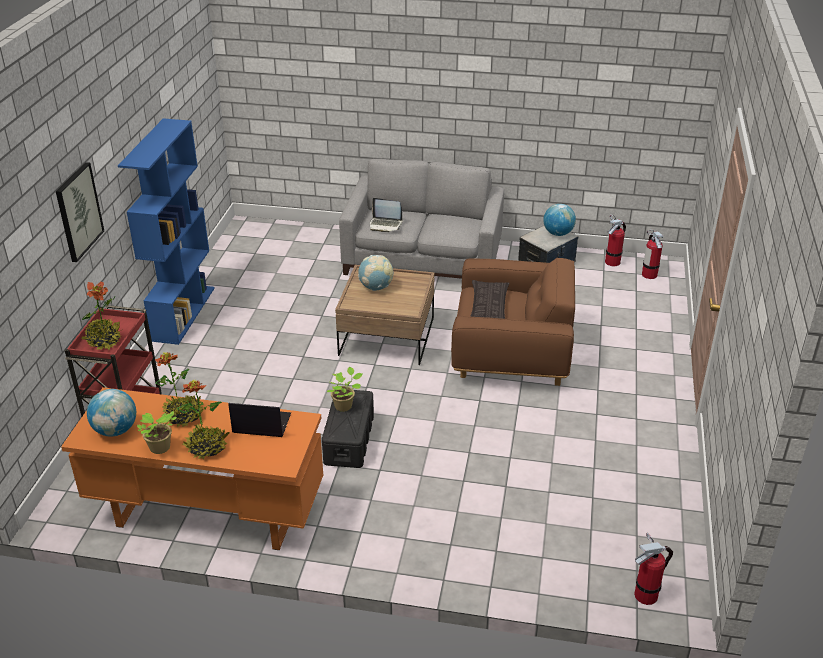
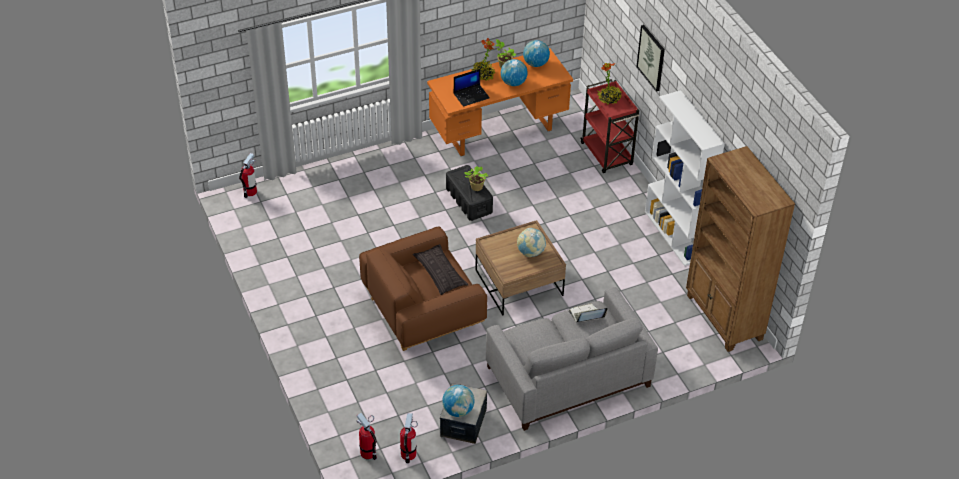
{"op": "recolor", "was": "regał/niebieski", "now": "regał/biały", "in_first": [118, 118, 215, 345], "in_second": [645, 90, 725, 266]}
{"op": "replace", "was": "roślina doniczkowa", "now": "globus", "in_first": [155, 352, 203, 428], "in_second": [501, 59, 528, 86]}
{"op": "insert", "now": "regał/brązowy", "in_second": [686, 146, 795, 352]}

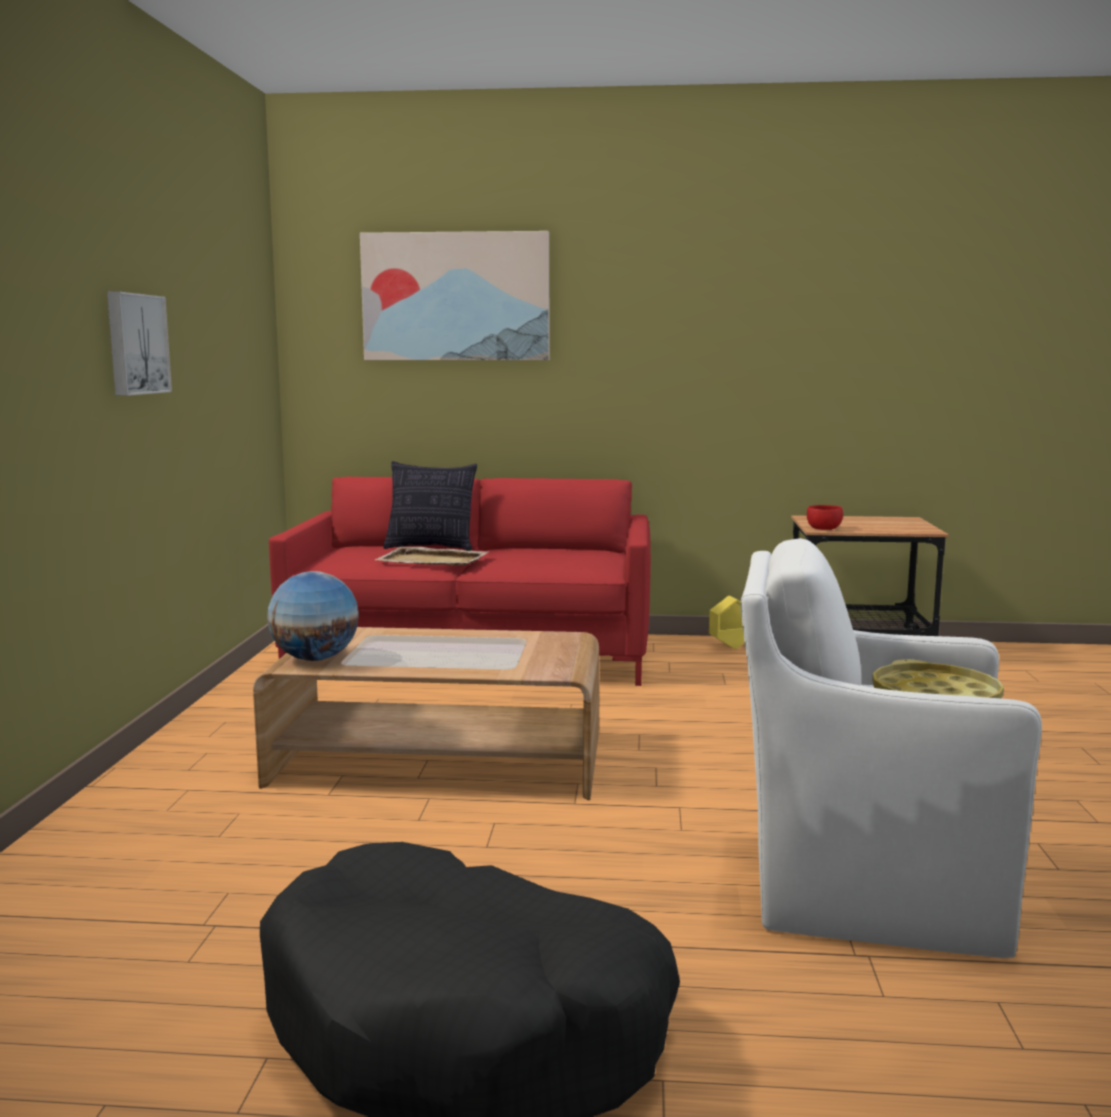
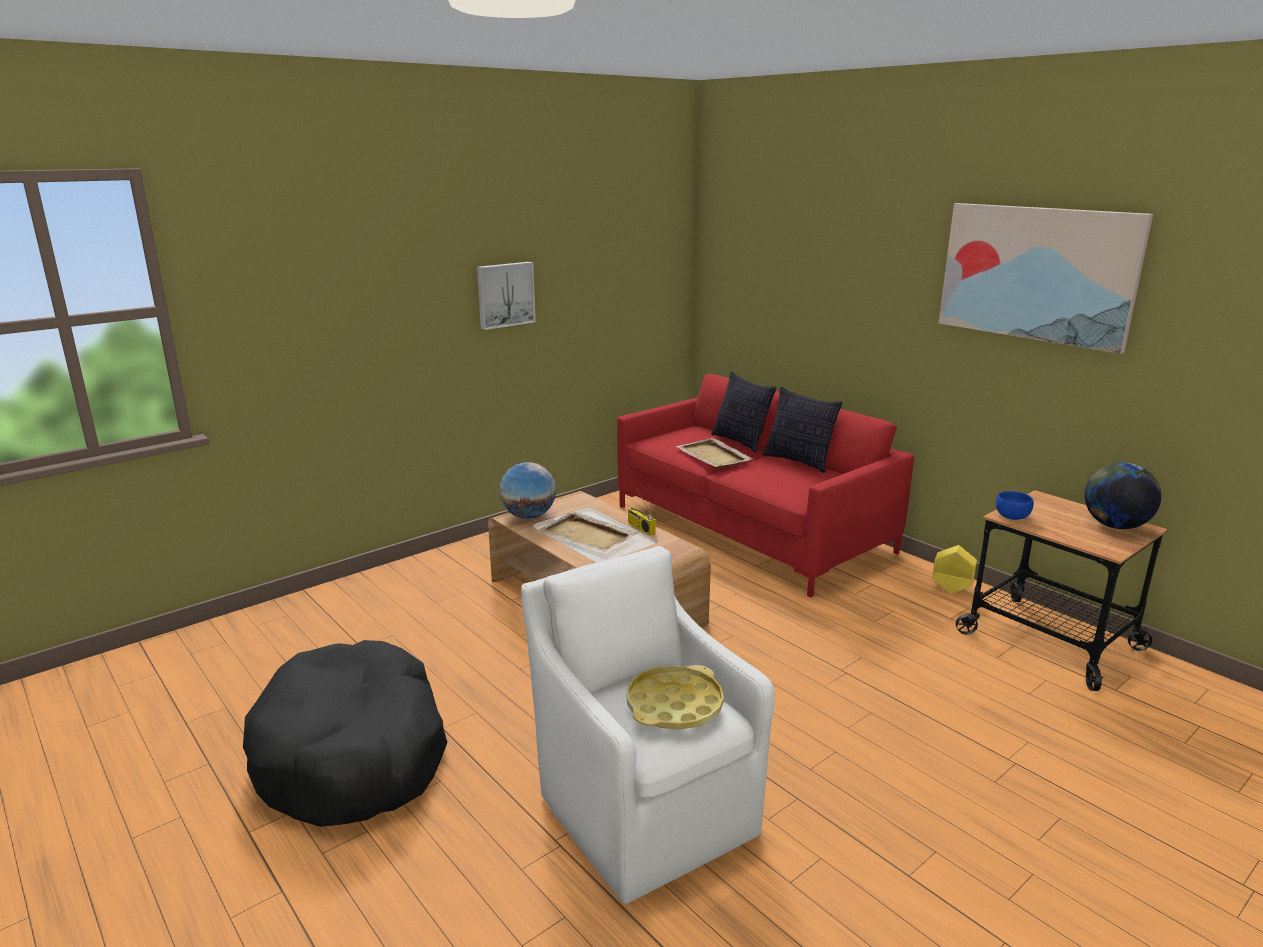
{"op": "move", "was": "obraz", "in_first": [360, 231, 549, 360], "in_second": [939, 203, 1153, 354]}
{"op": "recolor", "was": "miska/czerwony", "now": "miska/niebieski", "in_first": [807, 505, 843, 530], "in_second": [996, 491, 1034, 520]}
{"op": "insert", "now": "taca/beżowy", "in_second": [537, 512, 638, 552]}
{"op": "insert", "now": "radio", "in_second": [628, 488, 656, 535]}
{"op": "insert", "now": "poduszka", "in_second": [763, 387, 843, 473]}
{"op": "insert", "now": "globus", "in_second": [1084, 463, 1161, 529]}

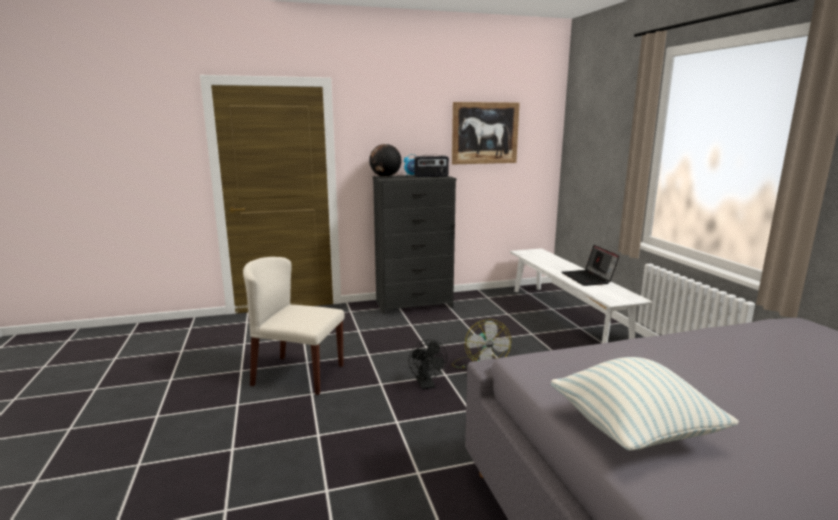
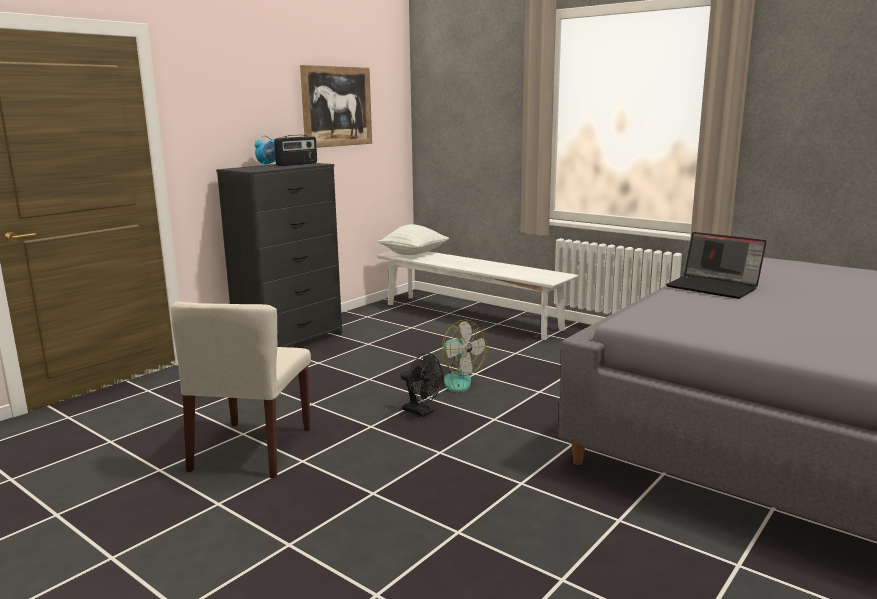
{"op": "rotate", "was": "krzesło/beżowy", "in_first": [243, 257, 345, 395], "in_second": [171, 302, 311, 478], "clockwise": -60}
{"op": "delete", "was": "globus", "in_first": [369, 144, 401, 177]}
{"op": "move", "was": "poduszka", "in_first": [551, 357, 739, 451], "in_second": [378, 224, 449, 255]}
{"op": "move", "was": "laptop", "in_first": [562, 245, 619, 286], "in_second": [666, 232, 767, 299]}

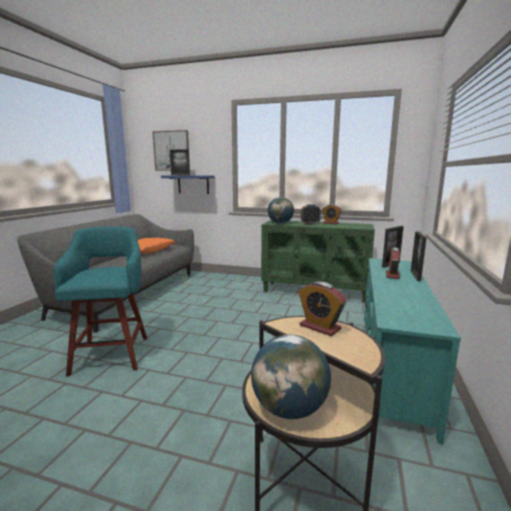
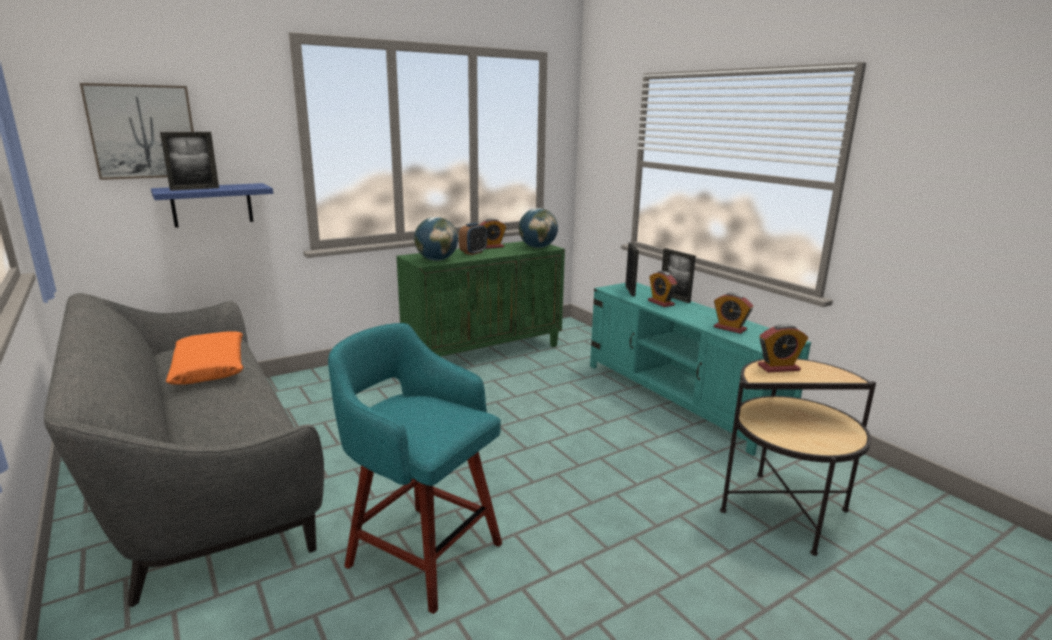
{"op": "move", "was": "globus", "in_first": [251, 334, 331, 419], "in_second": [519, 208, 558, 248]}
{"op": "insert", "now": "budzik", "in_second": [714, 293, 753, 334]}

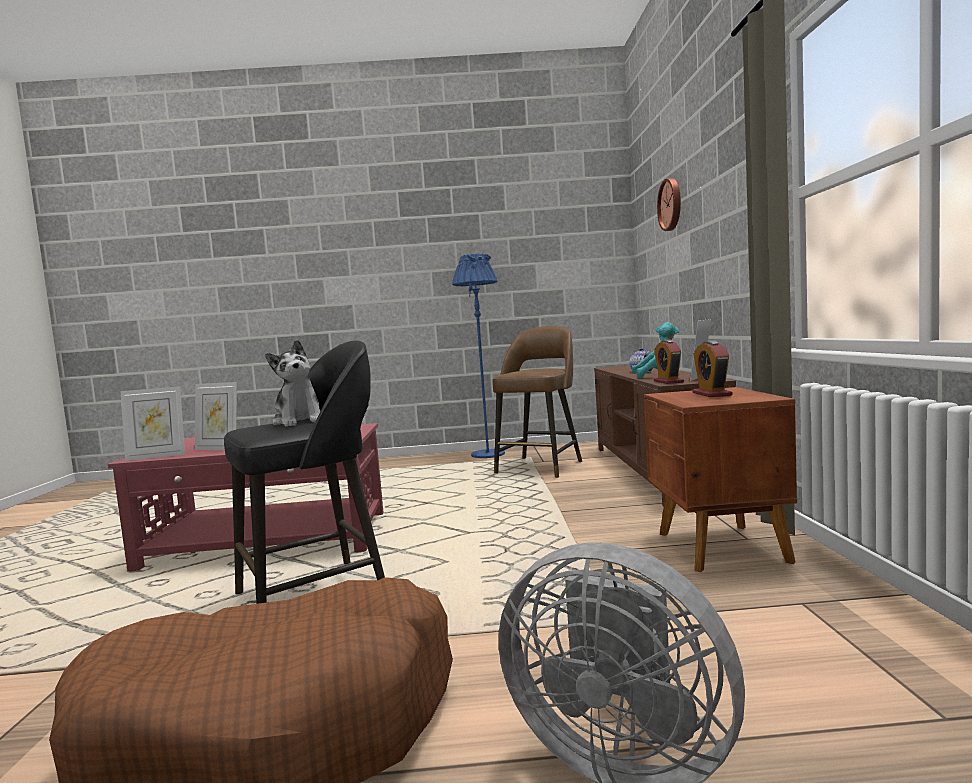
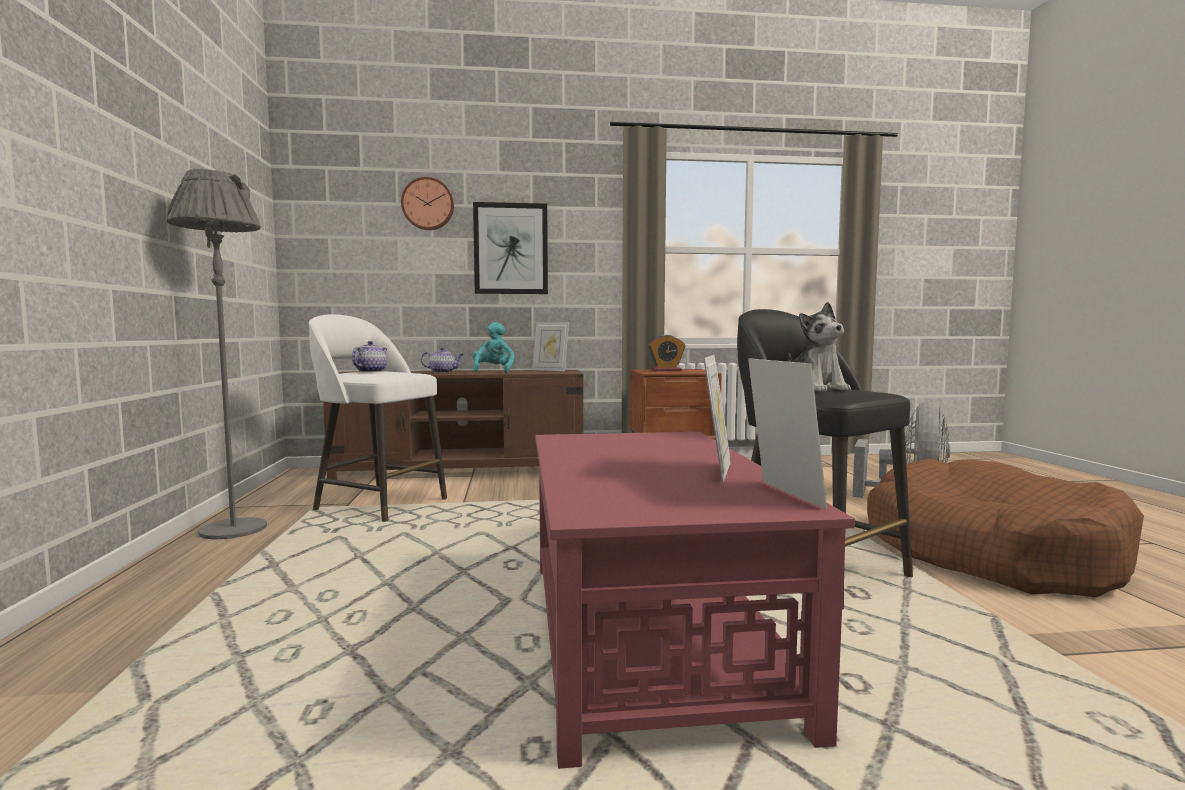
{"op": "rotate", "was": "pluszak", "in_first": [265, 340, 320, 427], "in_second": [789, 302, 851, 391], "clockwise": 105}
{"op": "recolor", "was": "lampa stojąca/niebieski", "now": "lampa stojąca/szary", "in_first": [452, 254, 505, 458], "in_second": [166, 169, 267, 540]}
{"op": "recolor", "was": "stołek/brązowy", "now": "stołek/biały", "in_first": [492, 326, 582, 478], "in_second": [309, 314, 447, 522]}
{"op": "delete", "was": "budzik", "in_first": [654, 339, 684, 384]}
{"op": "insert", "now": "imbryk", "in_second": [352, 341, 388, 372]}
{"op": "insert", "now": "obraz", "in_second": [473, 202, 548, 294]}

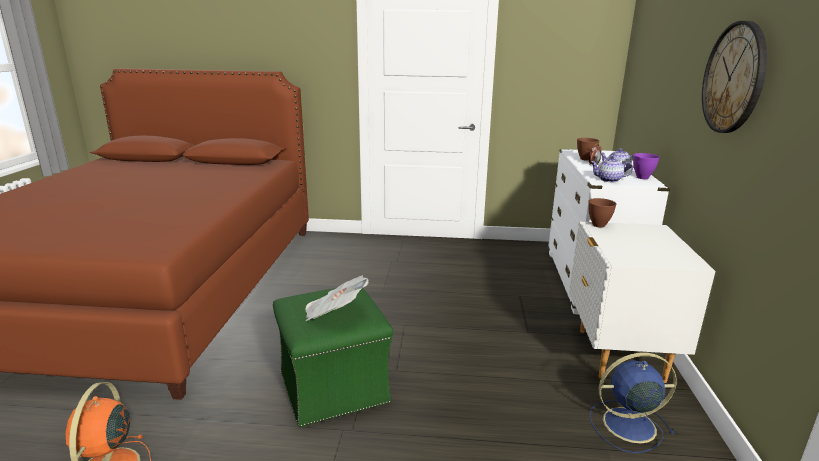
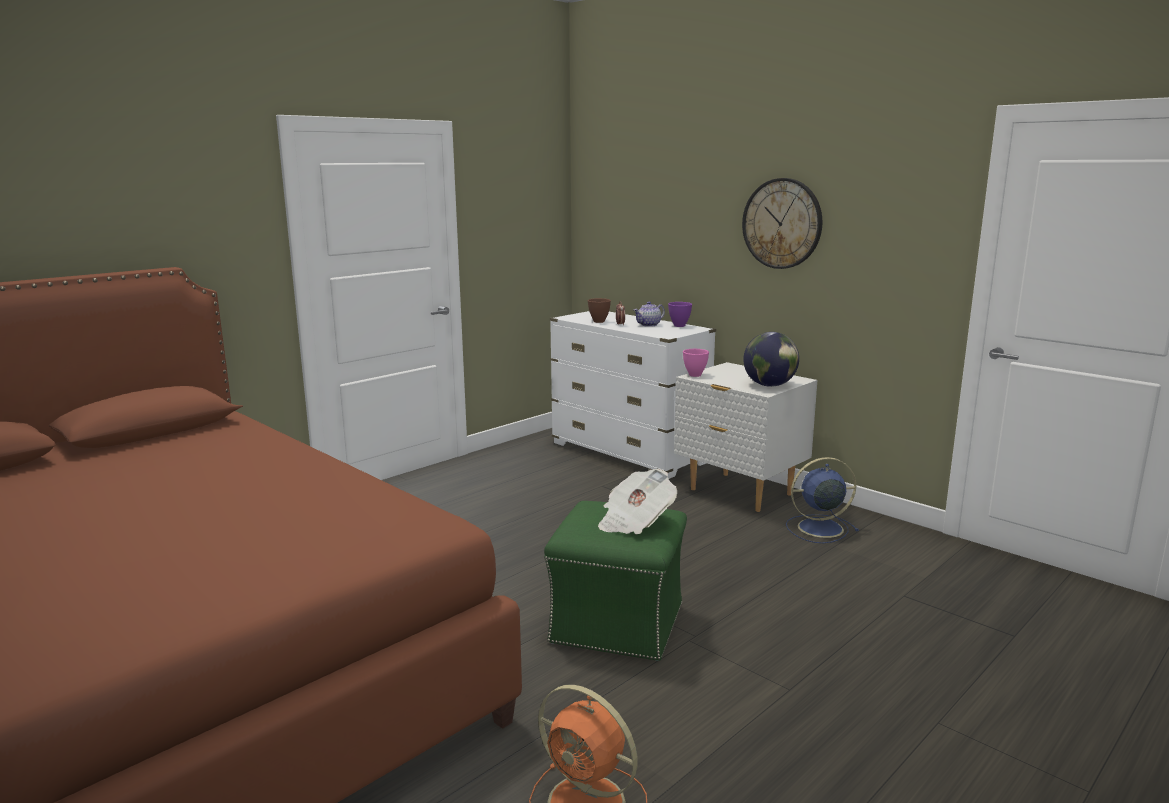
{"op": "recolor", "was": "miska/brązowy", "now": "miska/różowy", "in_first": [588, 198, 616, 228], "in_second": [683, 349, 709, 377]}
{"op": "rotate", "was": "wentylator/niebieski", "in_first": [589, 353, 677, 453], "in_second": [786, 457, 859, 543], "clockwise": 45}
{"op": "delete", "was": "imbryk", "in_first": [591, 156, 633, 182]}
{"op": "insert", "now": "globus", "in_second": [743, 332, 799, 387]}

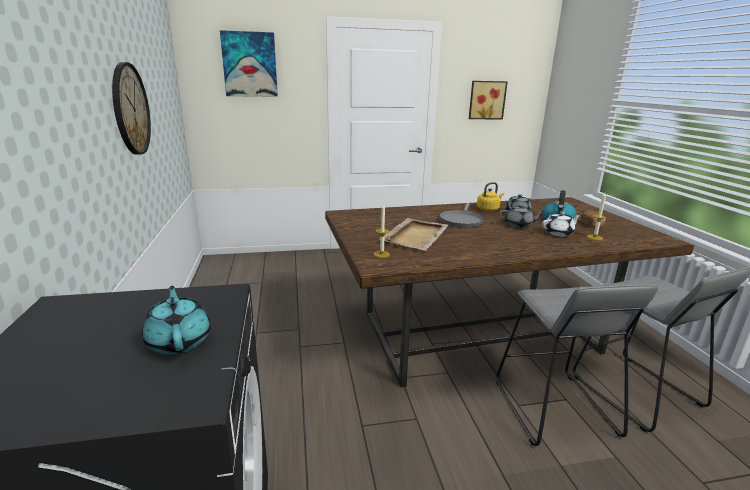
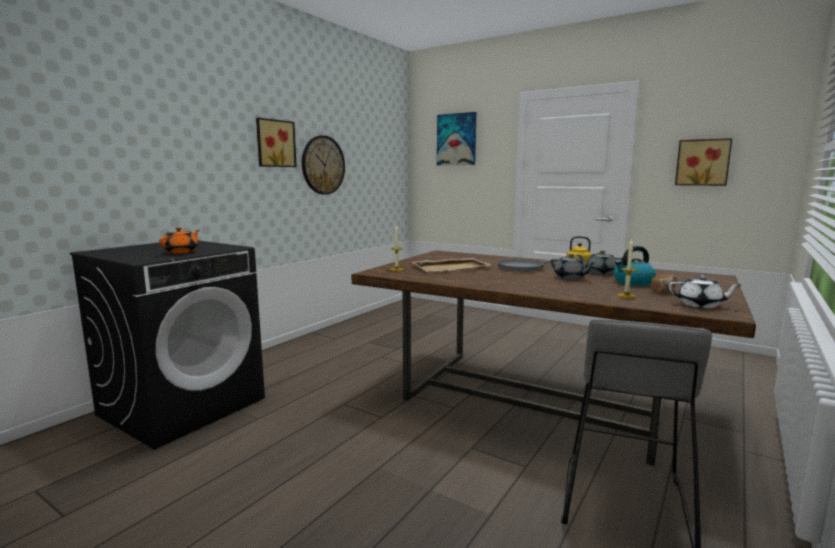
{"op": "recolor", "was": "imbryk/turkusowy", "now": "imbryk/pomarańczowy", "in_first": [142, 286, 211, 355], "in_second": [159, 227, 200, 254]}
{"op": "delete", "was": "stołek/szary", "in_first": [496, 283, 658, 446]}
{"op": "move", "was": "imbryk/biały", "in_first": [542, 212, 580, 237], "in_second": [669, 275, 741, 308]}
{"op": "insert", "now": "obraz", "in_second": [256, 118, 297, 167]}

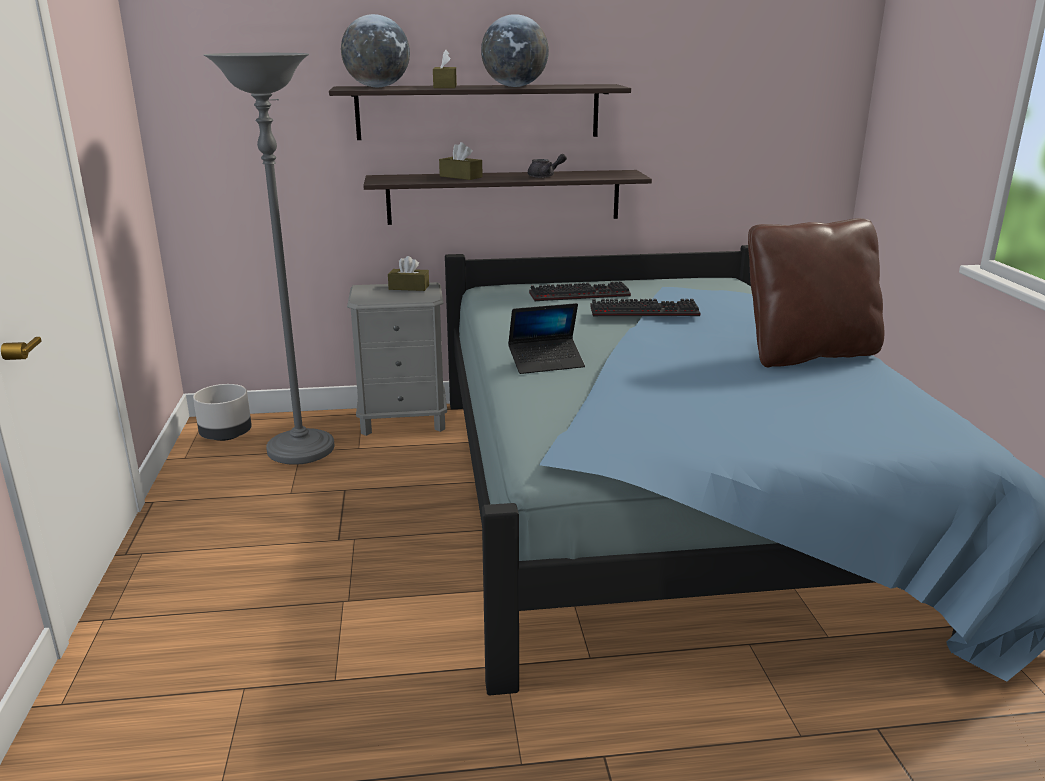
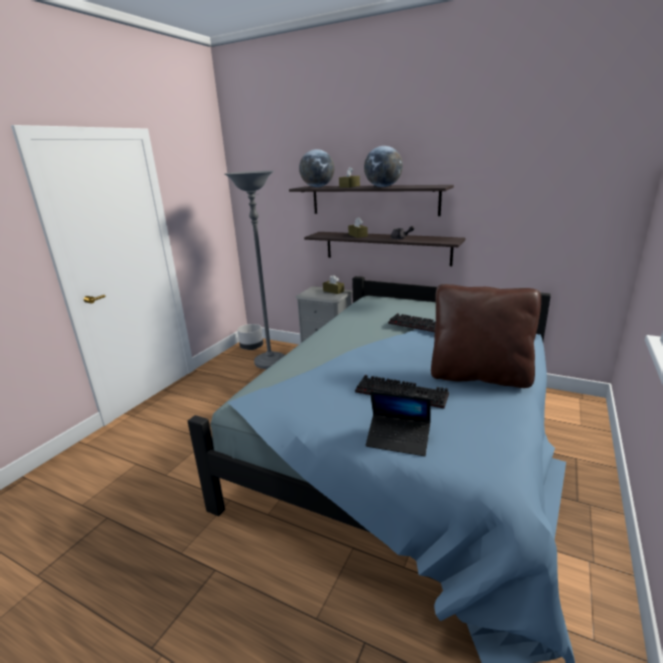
{"op": "move", "was": "laptop", "in_first": [508, 303, 585, 374], "in_second": [366, 391, 431, 456]}
{"op": "move", "was": "klawiatura", "in_first": [529, 281, 631, 301], "in_second": [355, 375, 449, 409]}

